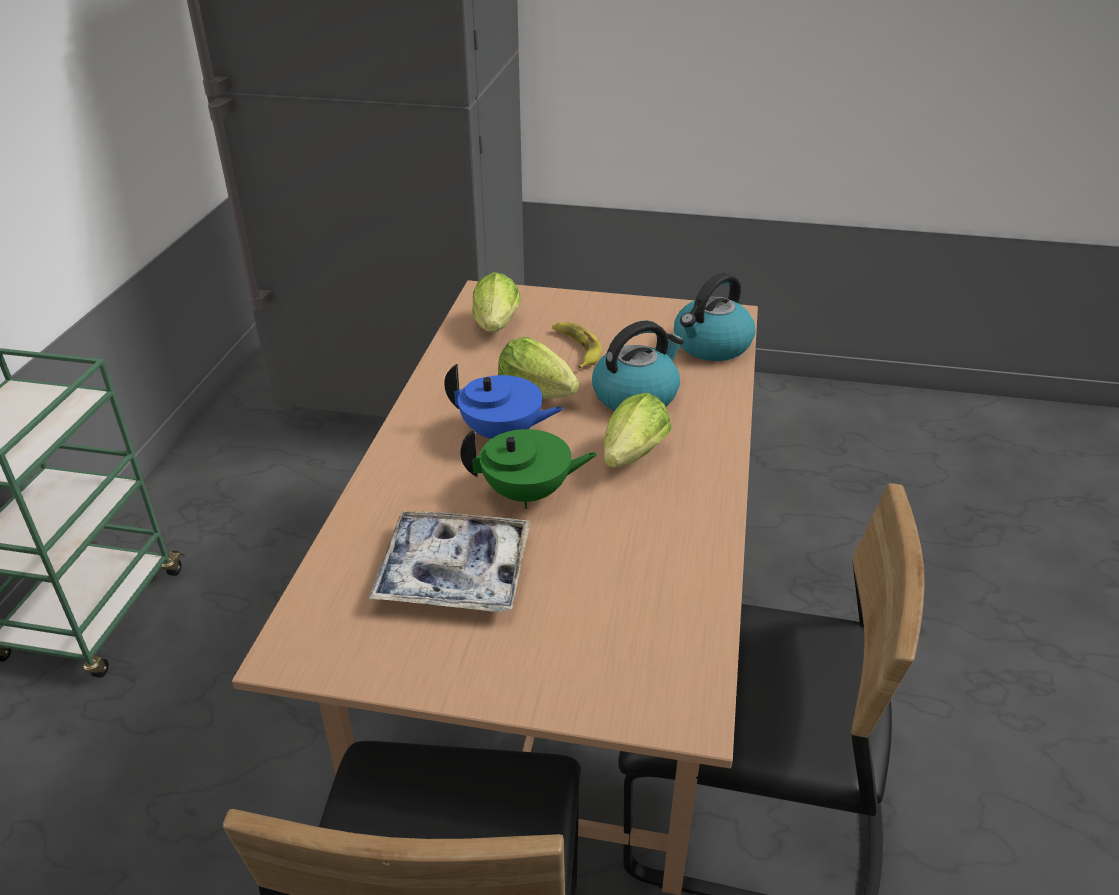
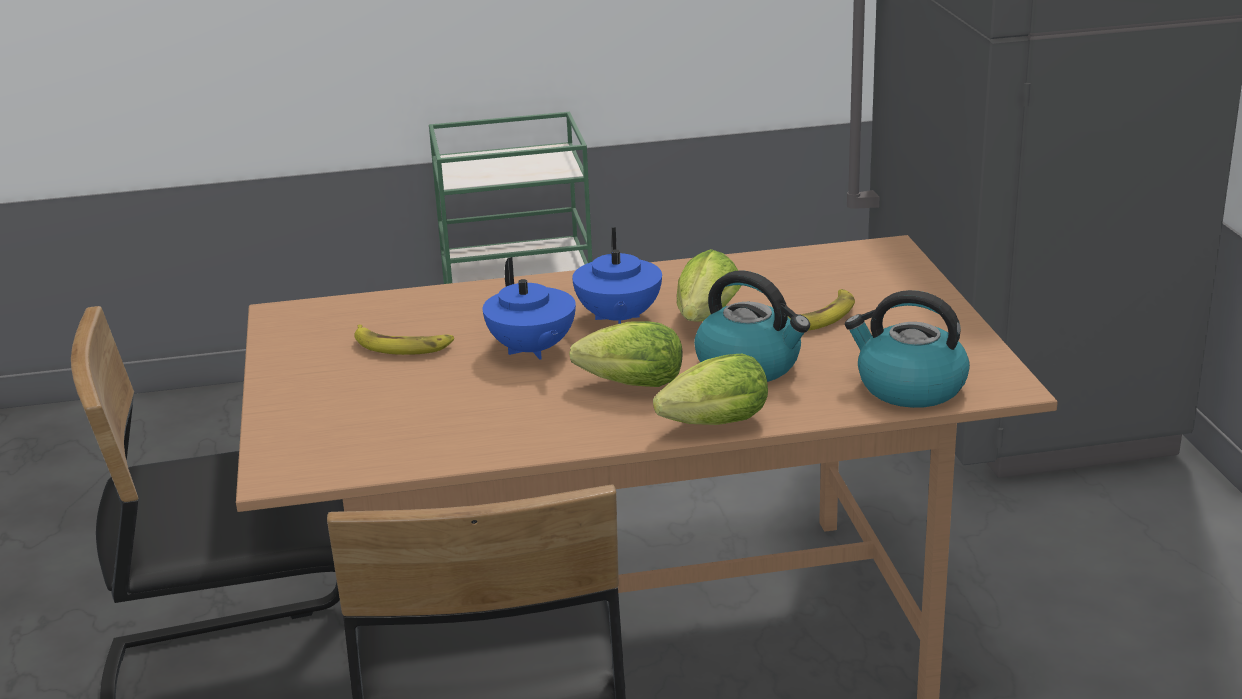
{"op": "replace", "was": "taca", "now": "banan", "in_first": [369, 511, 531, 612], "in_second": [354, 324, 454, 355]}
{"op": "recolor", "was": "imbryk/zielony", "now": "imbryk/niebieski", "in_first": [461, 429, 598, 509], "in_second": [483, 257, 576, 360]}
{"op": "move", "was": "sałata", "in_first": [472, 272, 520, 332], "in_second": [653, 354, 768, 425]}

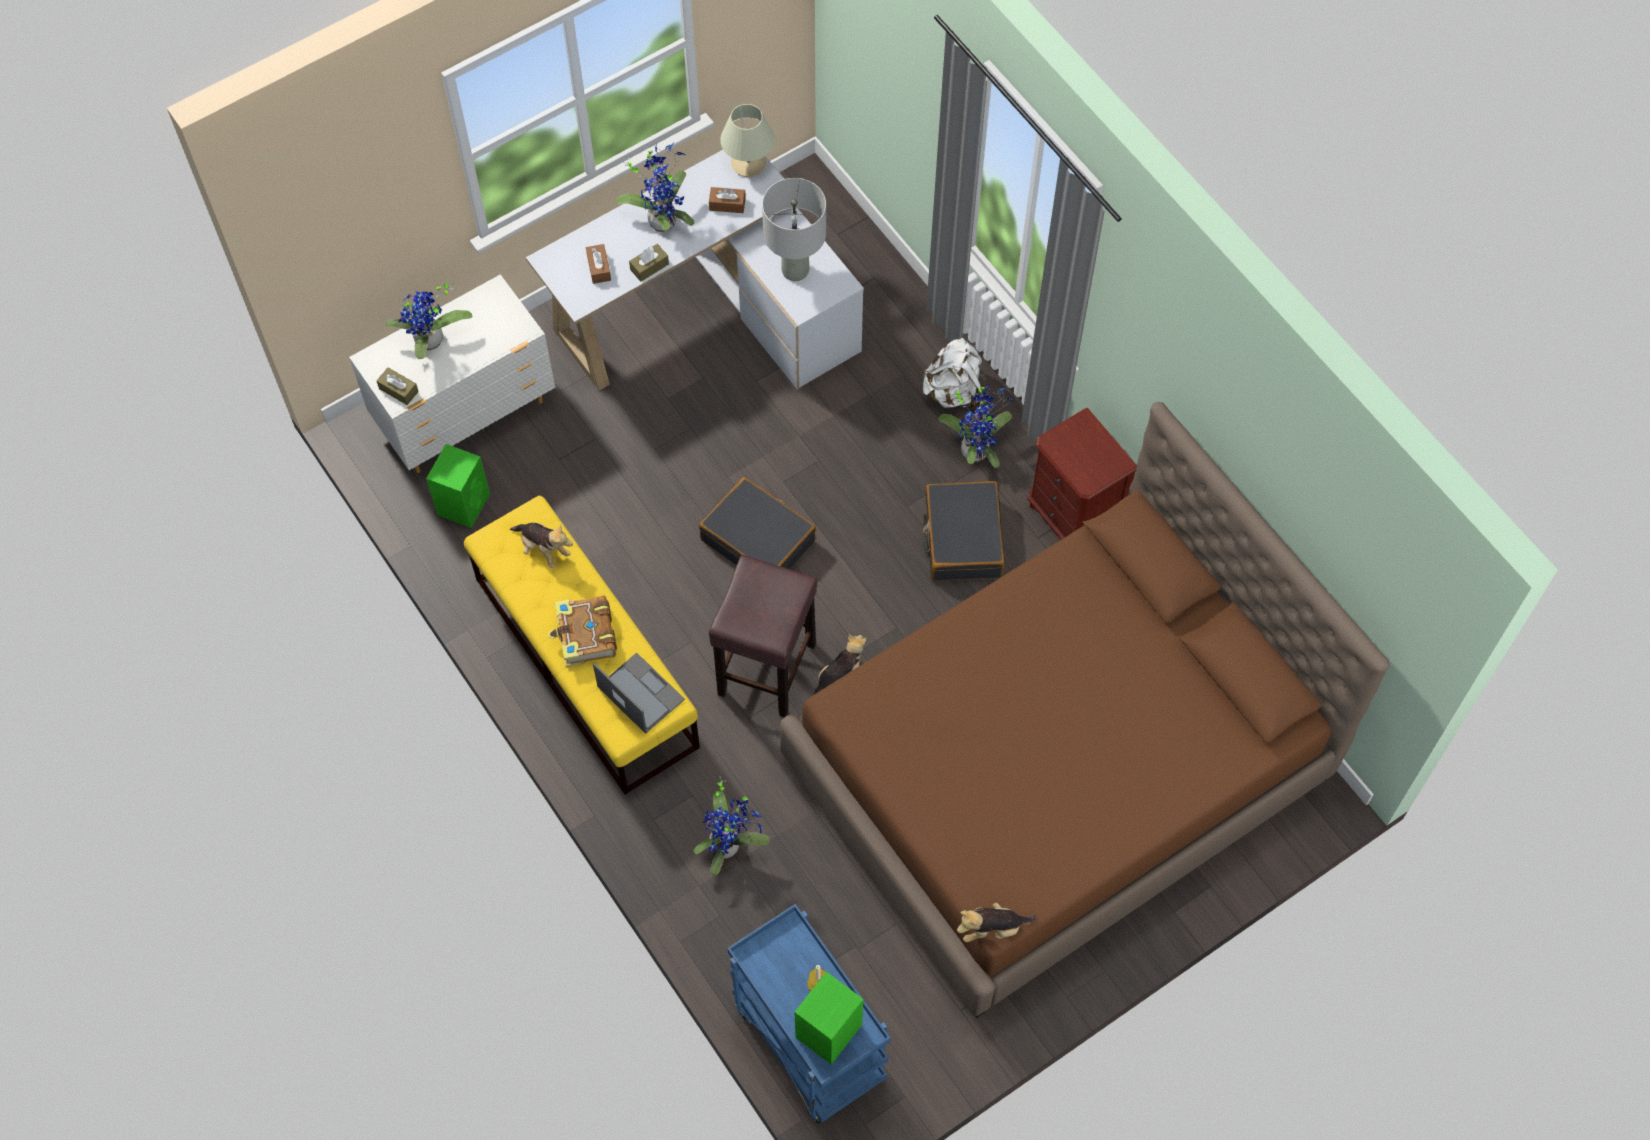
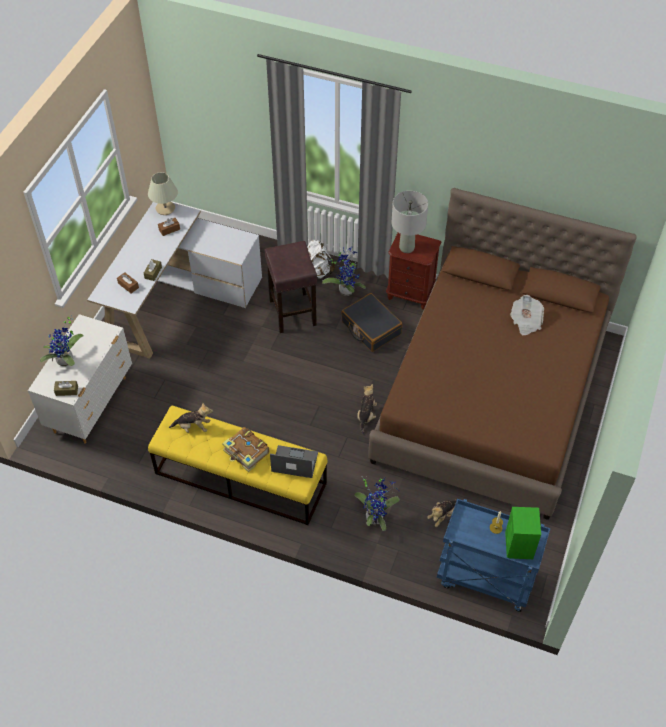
{"op": "delete", "was": "głośnik/zielony", "in_first": [426, 444, 490, 528]}
{"op": "delete", "was": "roślina doniczkowa", "in_first": [616, 142, 695, 232]}
{"op": "delete", "was": "walizka/czarny", "in_first": [699, 477, 816, 569]}
{"op": "move", "was": "stołek/brązowy", "in_first": [709, 555, 817, 717], "in_second": [265, 241, 317, 333]}
{"op": "move", "was": "lampa stołowa/szary", "in_first": [762, 178, 826, 281], "in_second": [391, 191, 428, 253]}
{"op": "move", "was": "pluszak", "in_first": [957, 903, 1036, 942], "in_second": [427, 499, 457, 527]}
{"op": "insert", "now": "gazeta", "in_second": [510, 295, 544, 336]}

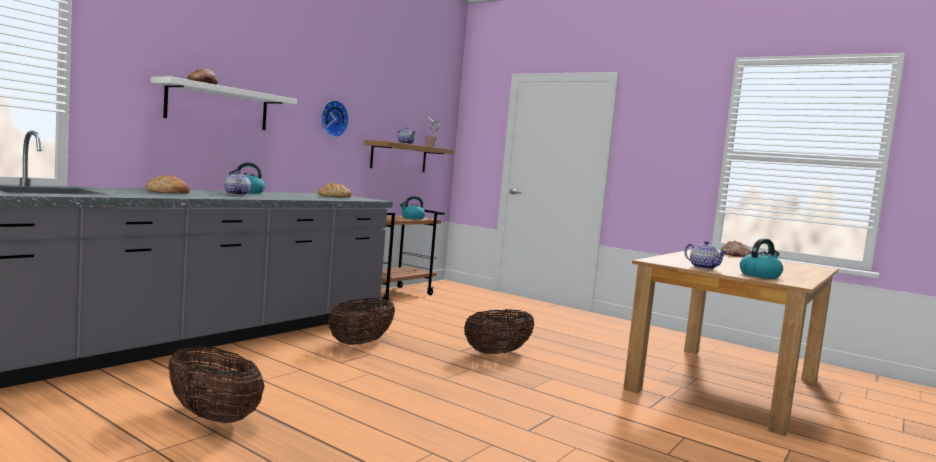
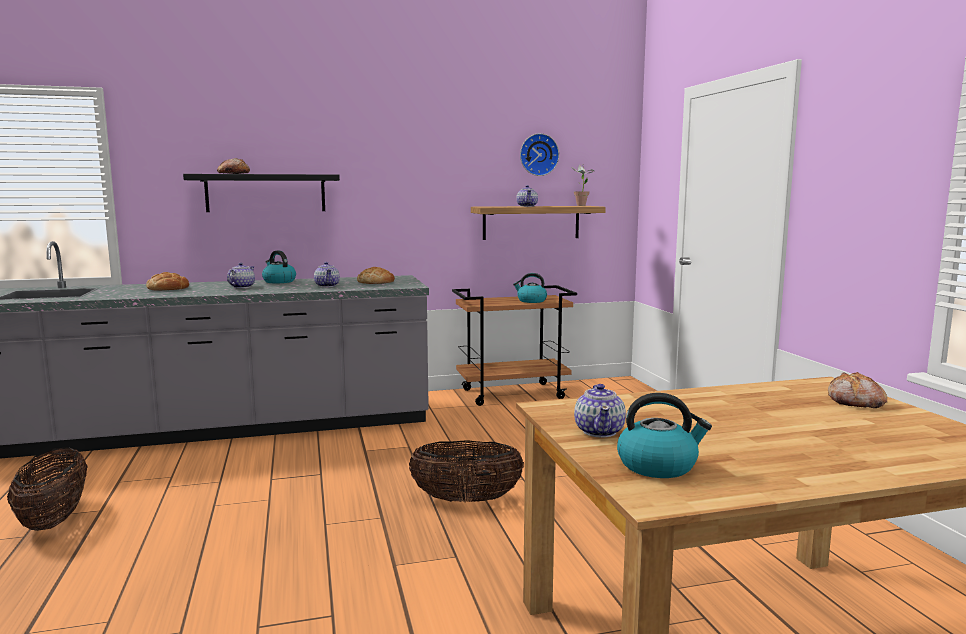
{"op": "recolor", "was": "półka/biały", "now": "półka/czarny", "in_first": [151, 76, 297, 130], "in_second": [183, 174, 340, 212]}
{"op": "move", "was": "zegar ścienny", "in_first": [321, 100, 349, 138], "in_second": [520, 133, 559, 176]}
{"op": "delete", "was": "koszyk", "in_first": [328, 298, 395, 345]}
{"op": "insert", "now": "imbryk", "in_second": [314, 262, 340, 287]}

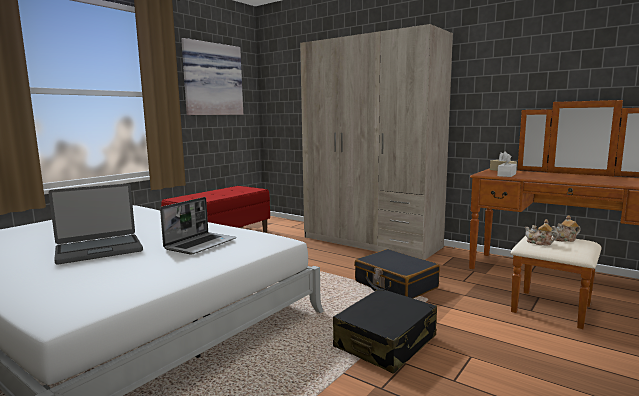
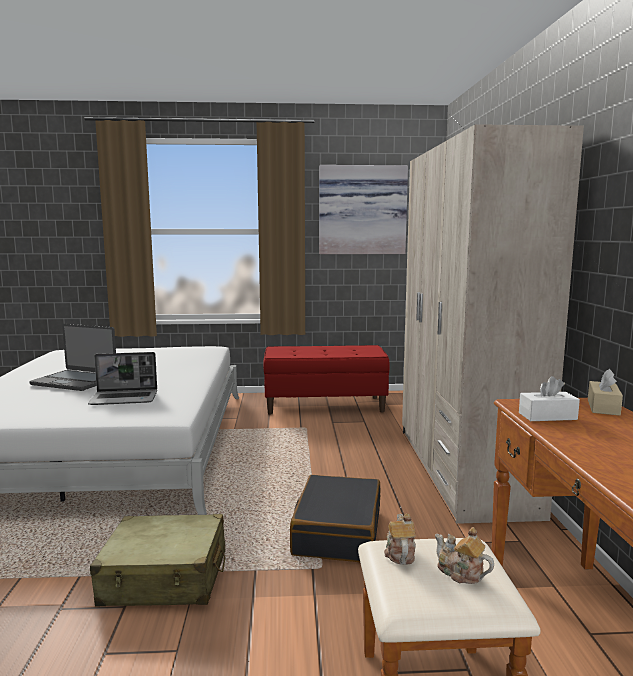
{"op": "recolor", "was": "walizka/czarny", "now": "walizka/beżowy", "in_first": [333, 288, 437, 374], "in_second": [90, 514, 225, 606]}

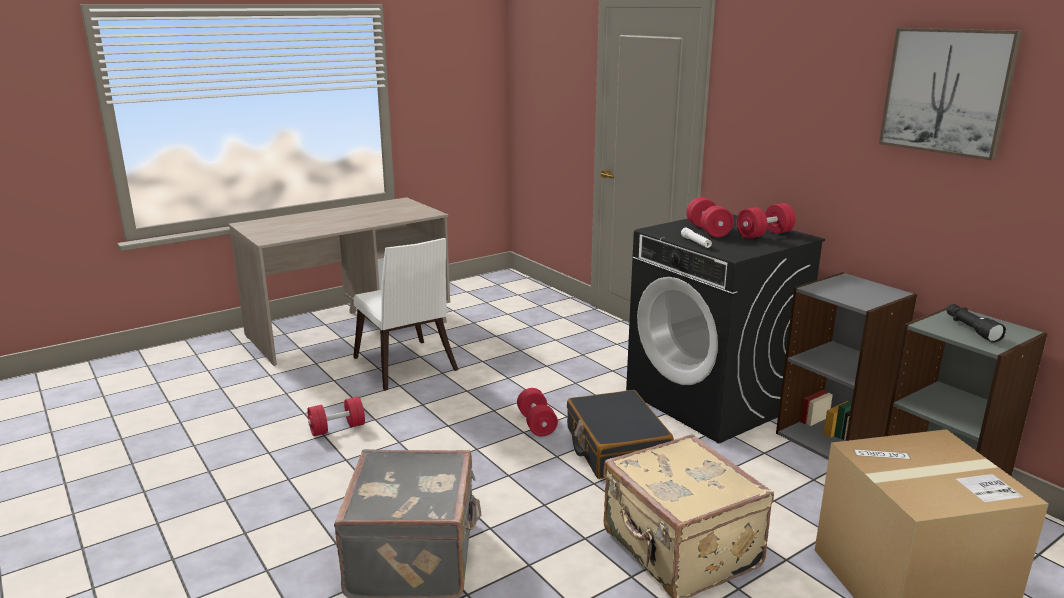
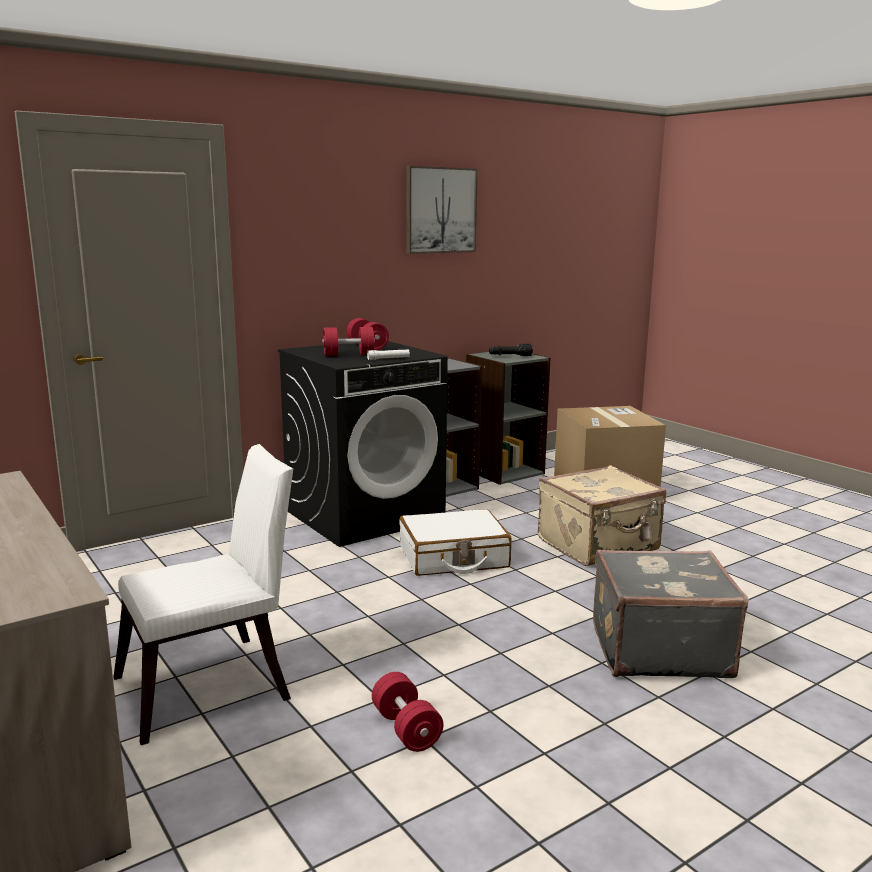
{"op": "delete", "was": "hantel/czerwony", "in_first": [517, 388, 558, 437]}
{"op": "recolor", "was": "walizka/czarny", "now": "walizka/biały", "in_first": [567, 390, 674, 479], "in_second": [399, 509, 511, 576]}

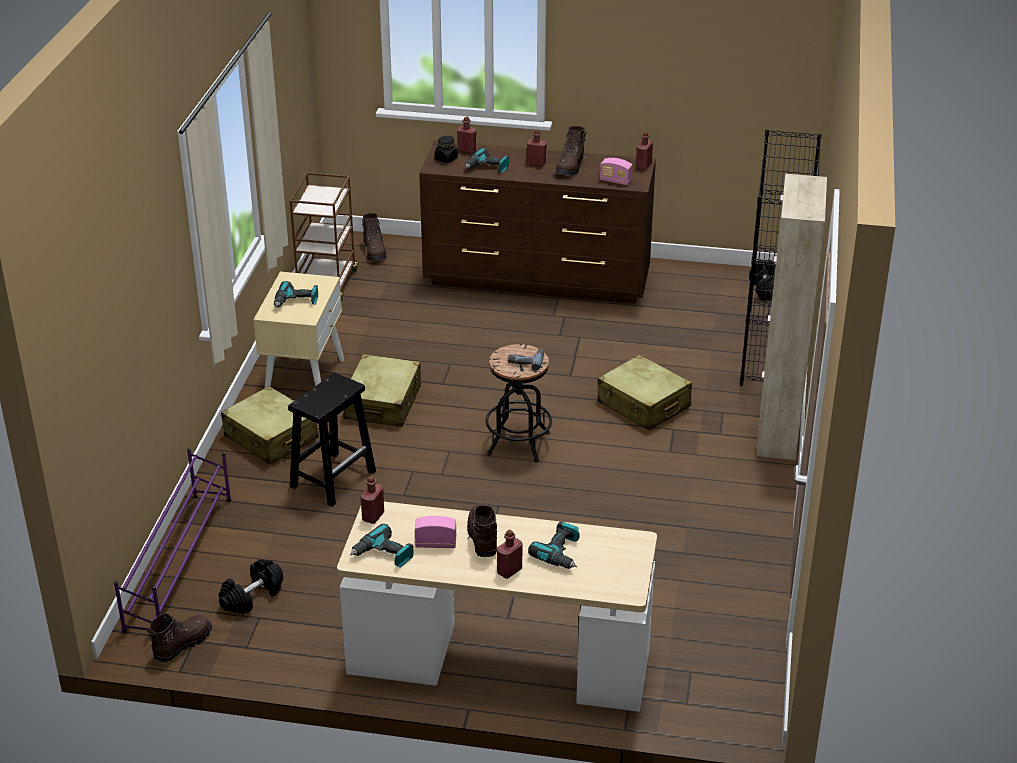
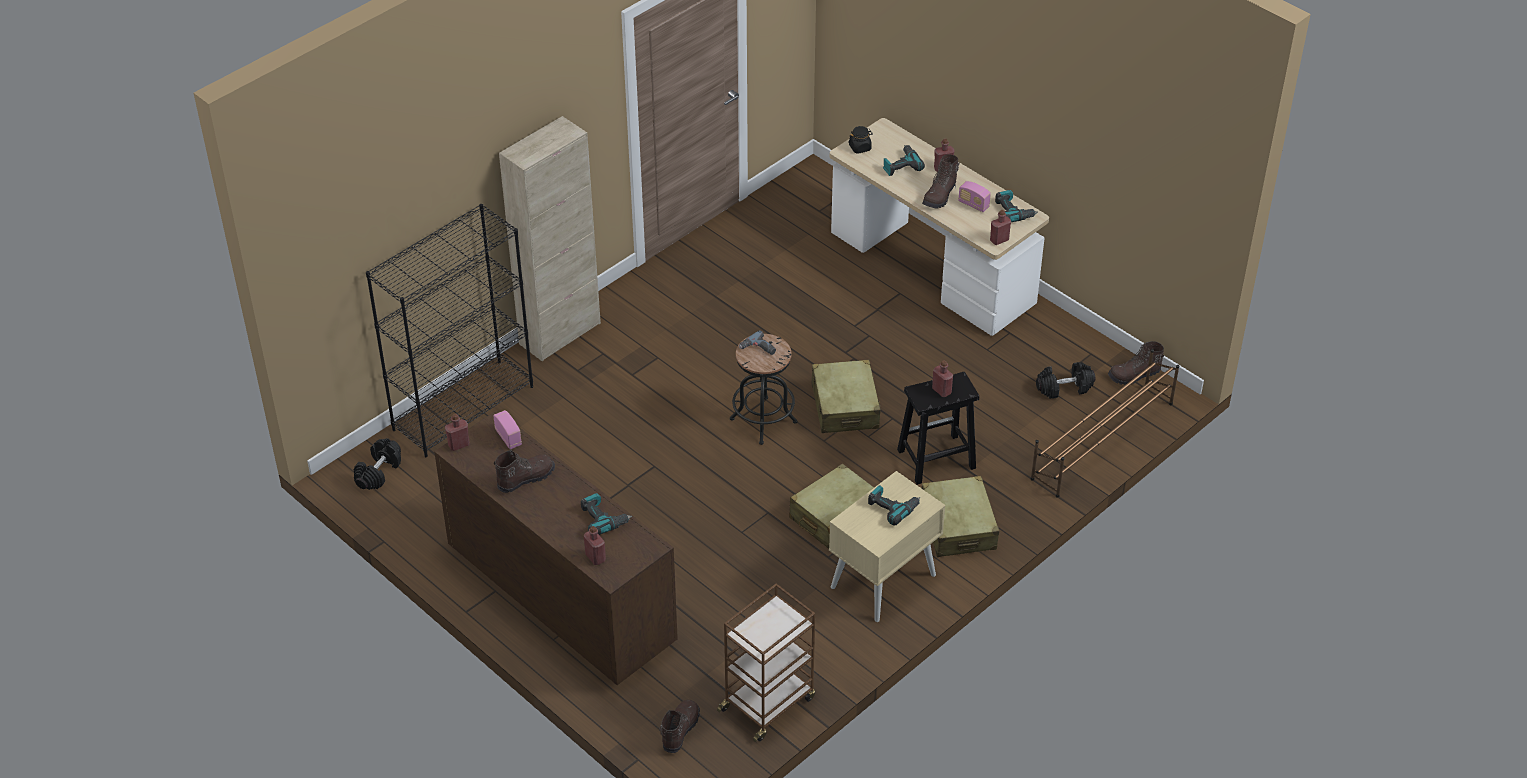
{"op": "recolor", "was": "regał na buty/fioletowy", "now": "regał na buty/brązowy", "in_first": [114, 448, 231, 633], "in_second": [1031, 349, 1179, 498]}
{"op": "move", "was": "słoik/czarny", "in_first": [434, 136, 458, 163], "in_second": [849, 126, 873, 154]}
{"op": "move", "was": "butelka/czerwony", "in_first": [527, 129, 547, 167], "in_second": [932, 360, 953, 397]}
{"op": "move", "was": "walizka/beżowy", "in_first": [598, 355, 692, 430], "in_second": [811, 360, 881, 433]}

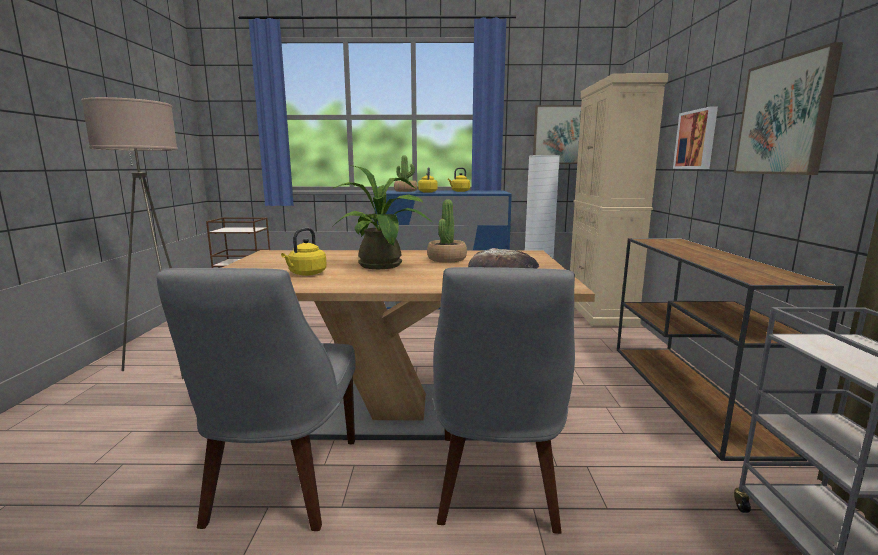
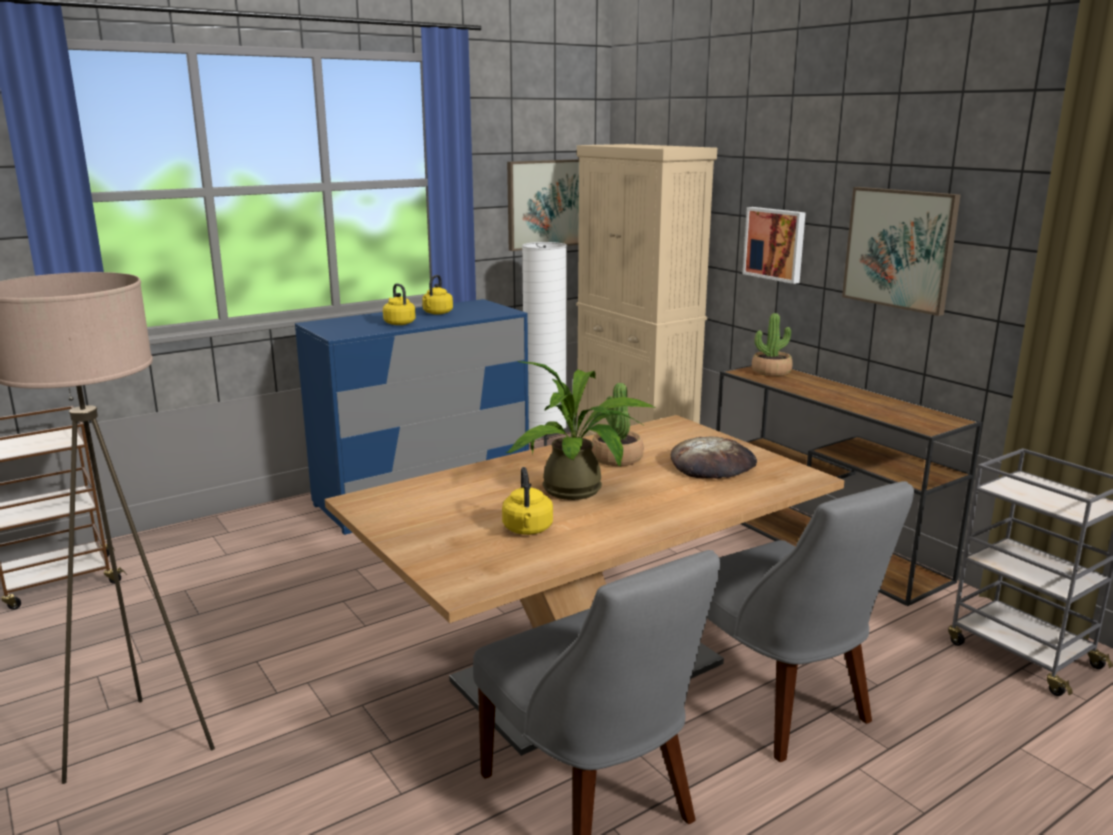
{"op": "move", "was": "roślina doniczkowa", "in_first": [394, 155, 417, 192], "in_second": [752, 313, 793, 376]}

